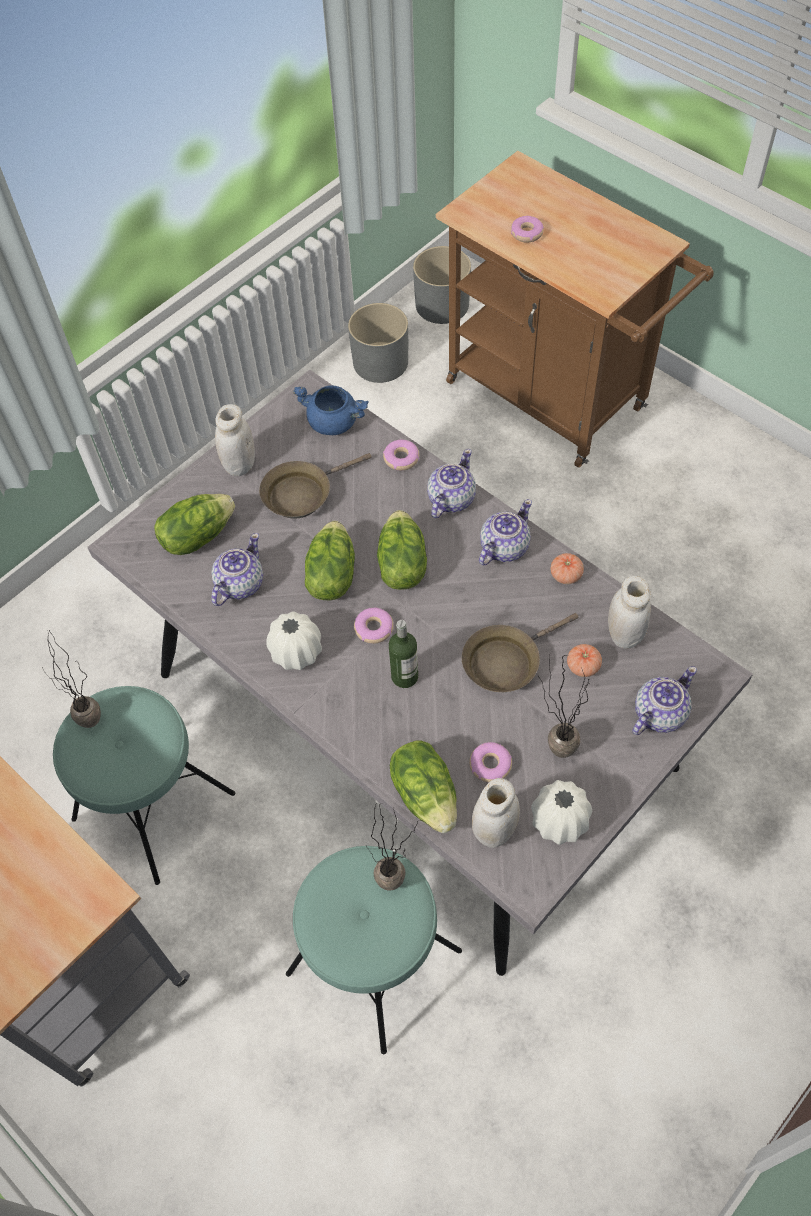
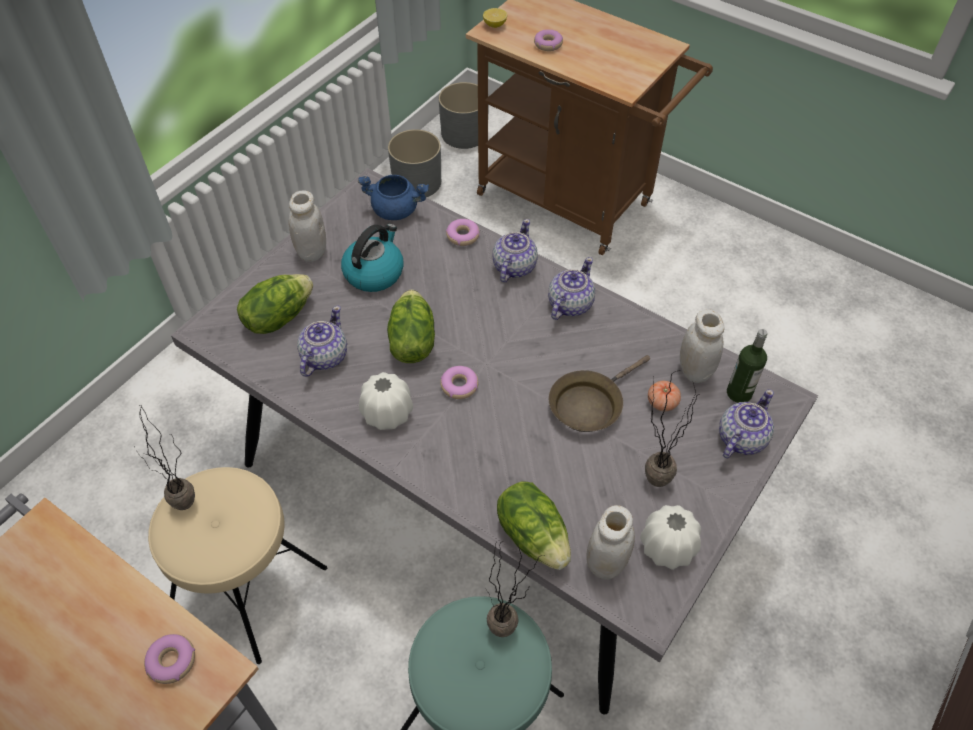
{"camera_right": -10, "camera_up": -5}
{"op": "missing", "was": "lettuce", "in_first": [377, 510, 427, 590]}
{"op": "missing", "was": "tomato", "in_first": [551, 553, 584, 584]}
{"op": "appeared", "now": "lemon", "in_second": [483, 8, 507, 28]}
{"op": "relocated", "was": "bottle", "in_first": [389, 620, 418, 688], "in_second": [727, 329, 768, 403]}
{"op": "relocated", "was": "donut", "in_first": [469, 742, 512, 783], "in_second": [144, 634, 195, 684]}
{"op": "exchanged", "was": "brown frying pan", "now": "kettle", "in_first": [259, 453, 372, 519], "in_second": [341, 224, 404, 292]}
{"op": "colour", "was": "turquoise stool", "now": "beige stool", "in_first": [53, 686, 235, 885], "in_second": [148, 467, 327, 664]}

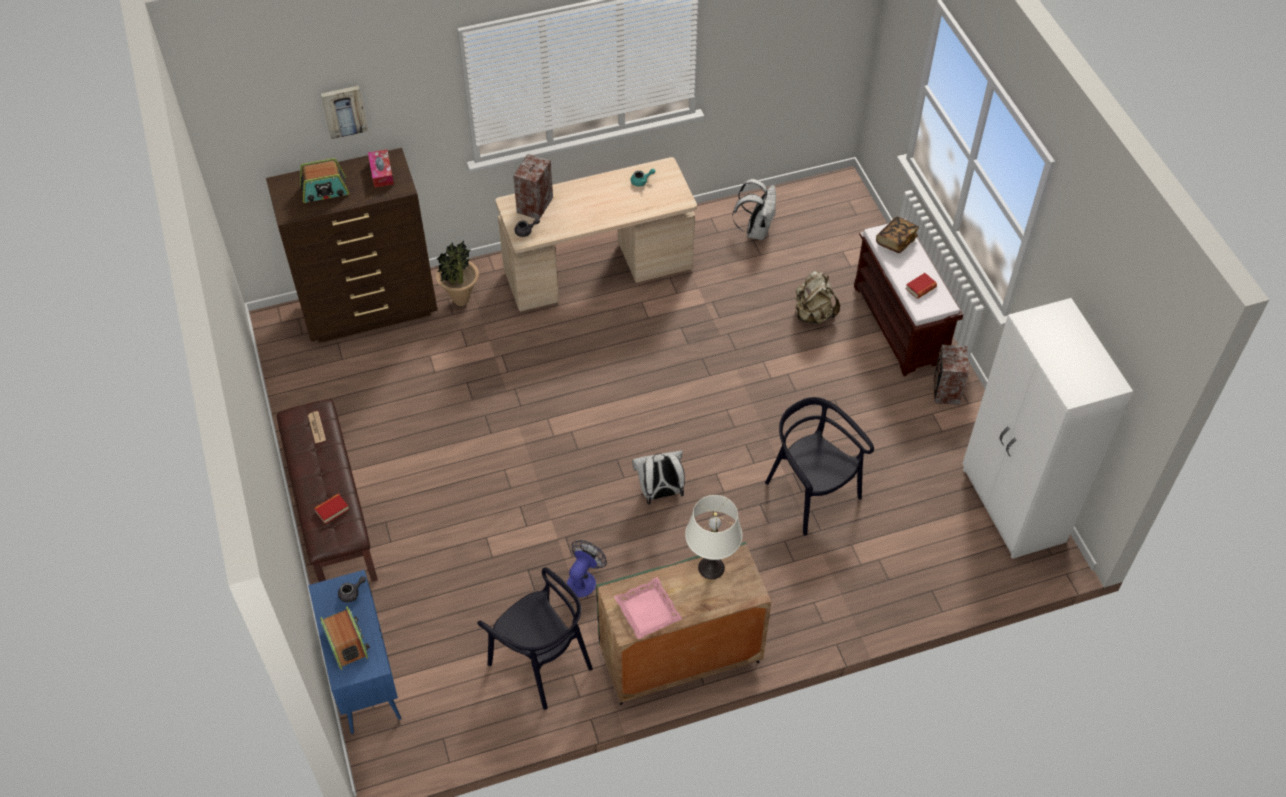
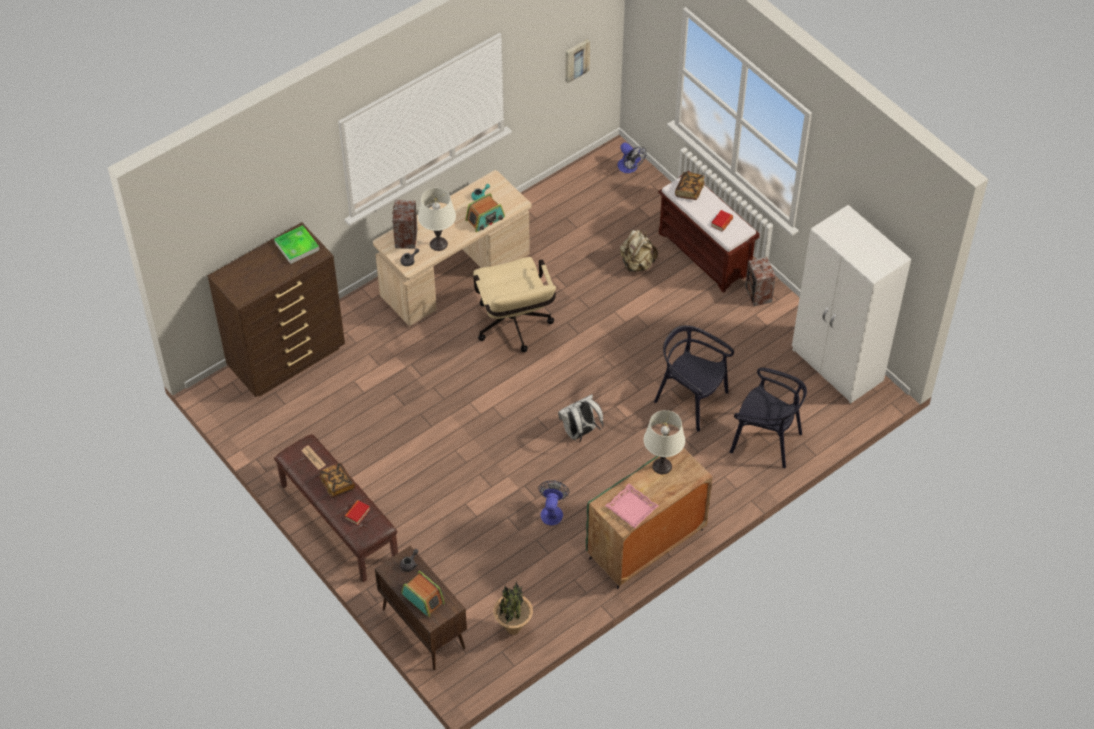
{"camera_right": -20, "camera_up": 0}
{"op": "missing", "was": "white backpack", "in_first": [732, 179, 776, 240]}
{"op": "appeared", "now": "book", "in_second": [320, 463, 355, 498]}
{"op": "appeared", "now": "white table lamp", "in_second": [418, 188, 456, 251]}
{"op": "appeared", "now": "beige office chair", "in_second": [473, 257, 556, 352]}
{"op": "appeared", "now": "fan", "in_second": [617, 142, 647, 173]}
{"op": "relocated", "was": "radio", "in_first": [300, 158, 349, 203], "in_second": [465, 193, 505, 232]}
{"op": "relocated", "was": "picture", "in_first": [321, 86, 368, 139], "in_second": [565, 39, 590, 83]}
{"op": "relocated", "was": "potted plant", "in_first": [436, 241, 479, 306], "in_second": [493, 581, 533, 635]}
{"op": "relocated", "was": "black chair", "in_first": [477, 567, 593, 710], "in_second": [730, 367, 807, 468]}
{"op": "exchanged", "was": "tissue box", "now": "tray", "in_first": [368, 149, 394, 188], "in_second": [274, 225, 319, 264]}
{"op": "colour", "was": "blue cabinet", "now": "brown cabinet", "in_first": [308, 570, 401, 734], "in_second": [375, 546, 467, 670]}

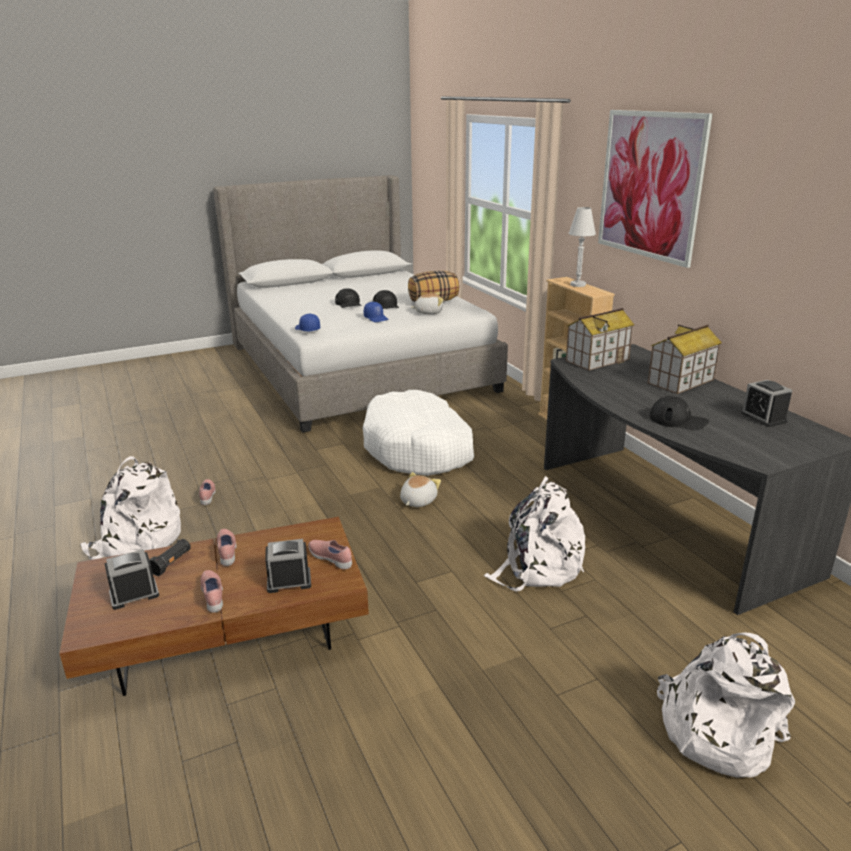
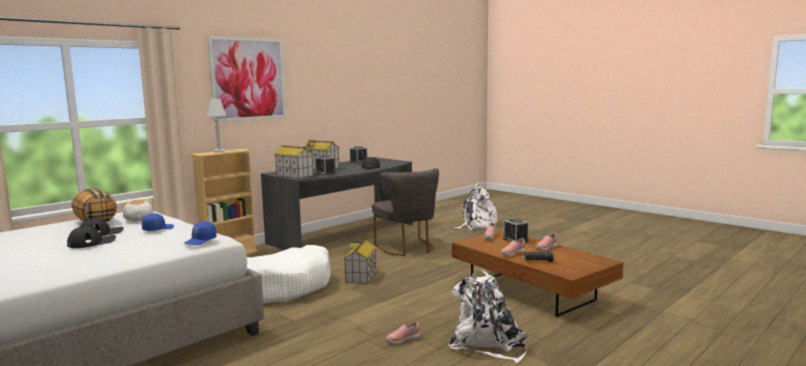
{"camera_right": -110, "camera_up": -15}
{"op": "relocated", "was": "alarm clock", "in_first": [105, 549, 159, 610], "in_second": [315, 155, 336, 175]}
{"op": "exchanged", "was": "plush toy", "now": "toy house", "in_first": [400, 472, 441, 507], "in_second": [344, 239, 377, 284]}
{"op": "exchanged", "was": "white backpack", "now": "grey chair", "in_first": [484, 476, 585, 592], "in_second": [372, 168, 439, 256]}

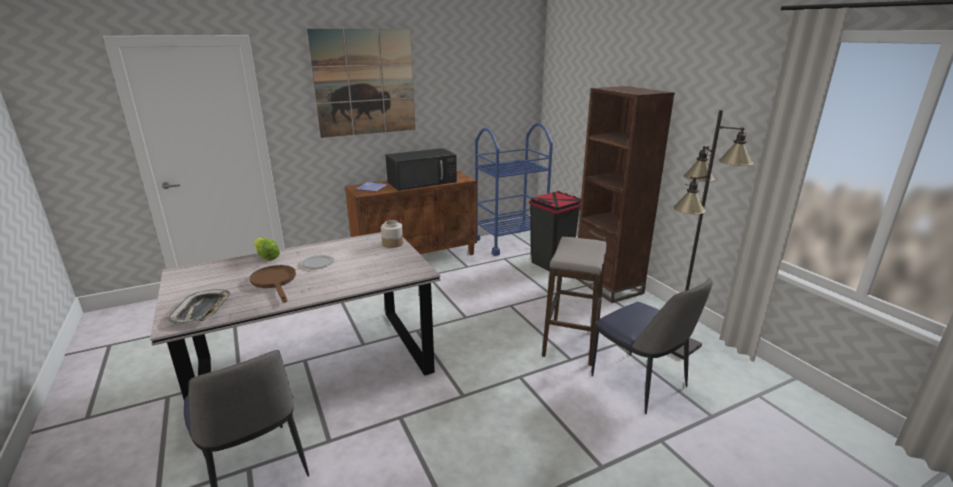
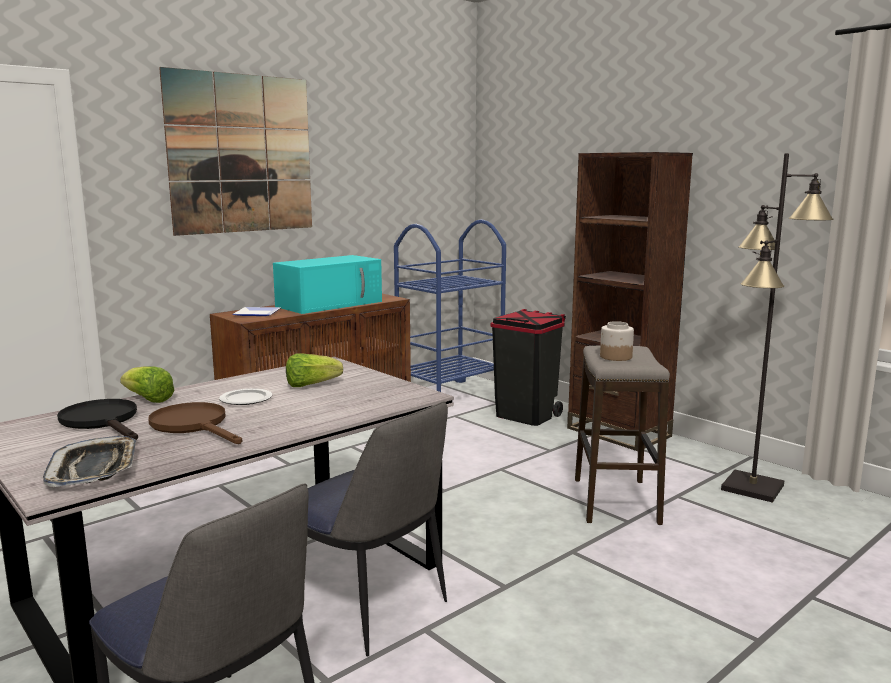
{"camera_right": -15, "camera_up": -10}
{"op": "appeared", "now": "black frying pan", "in_second": [57, 399, 138, 440]}
{"op": "appeared", "now": "lettuce", "in_second": [286, 353, 343, 387]}
{"op": "relocated", "was": "jar", "in_first": [381, 220, 403, 248], "in_second": [600, 321, 634, 361]}
{"op": "relocated", "was": "chair", "in_first": [591, 278, 713, 414], "in_second": [307, 401, 448, 657]}
{"op": "colour", "was": "black microwave", "now": "turquoise microwave", "in_first": [386, 148, 457, 191], "in_second": [273, 255, 382, 314]}

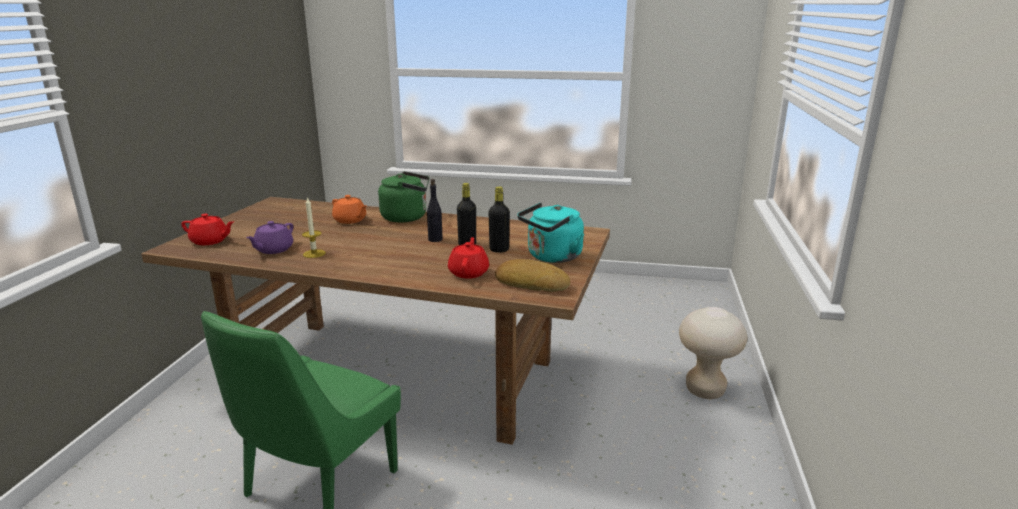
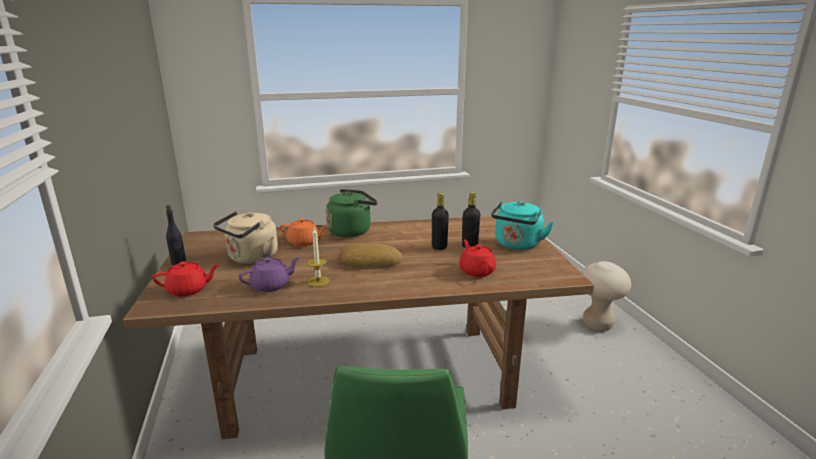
{"camera_right": -25, "camera_up": 0}
{"op": "appeared", "now": "beige kettle", "in_second": [213, 211, 278, 264]}
{"op": "relocated", "was": "black bottle", "in_first": [427, 179, 443, 242], "in_second": [166, 205, 186, 265]}
{"op": "relocated", "was": "bread", "in_first": [495, 259, 570, 292], "in_second": [338, 243, 403, 268]}
{"op": "spun", "was": "purple teapot", "in_first": [246, 221, 293, 254], "in_second": [239, 257, 301, 292], "clockwise": -120}

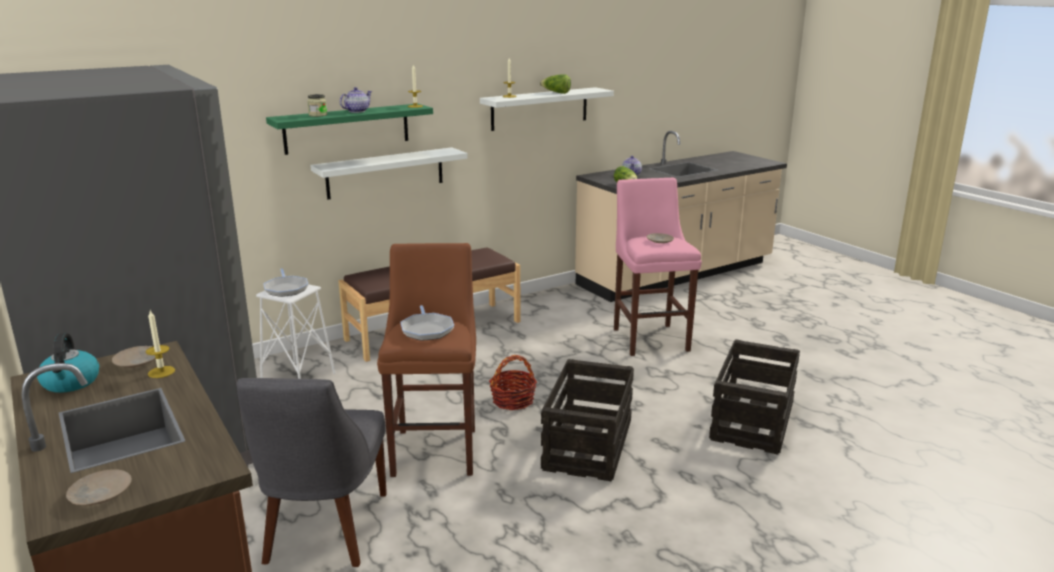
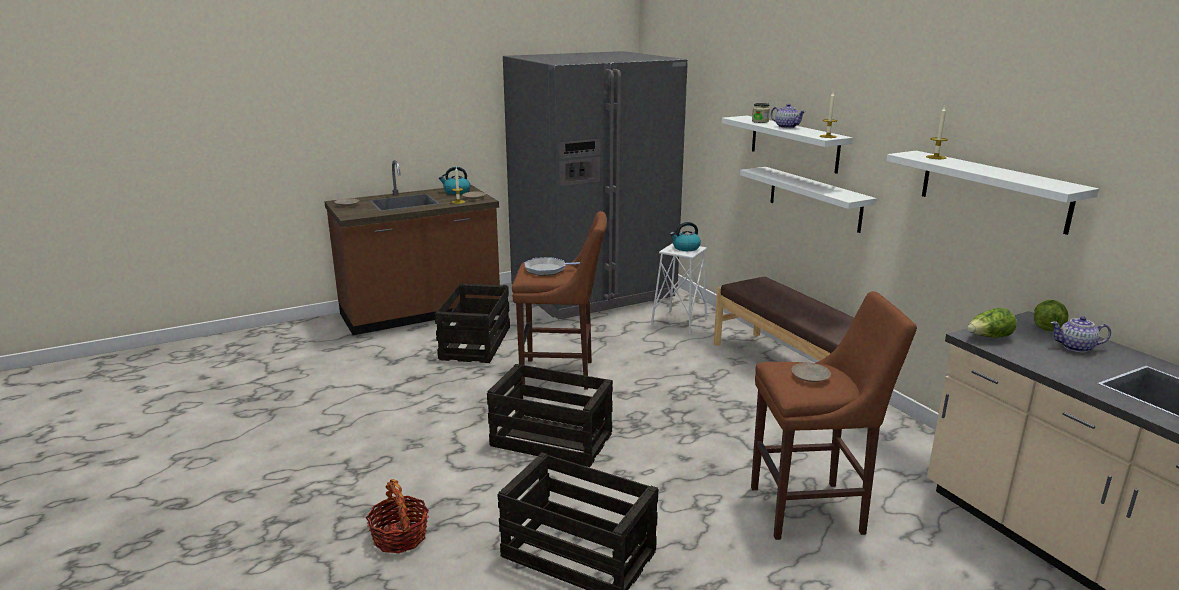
{"camera_right": 95, "camera_up": 0}
{"op": "relocated", "was": "basket", "in_first": [489, 355, 537, 410], "in_second": [366, 479, 429, 553]}
{"op": "relocated", "was": "lettuce", "in_first": [540, 74, 571, 94], "in_second": [1034, 300, 1069, 331]}
{"op": "exchanged", "was": "grey chair", "now": "crate", "in_first": [237, 378, 387, 567], "in_second": [435, 283, 510, 363]}
{"op": "exchanged", "was": "frying pan", "now": "kettle", "in_first": [263, 268, 308, 297], "in_second": [670, 222, 701, 251]}
{"op": "colour", "was": "green shelf", "now": "white shelf", "in_first": [266, 104, 433, 155], "in_second": [722, 116, 853, 174]}
{"op": "colour", "was": "pink stool", "now": "brown stool", "in_first": [614, 177, 702, 356], "in_second": [751, 291, 917, 540]}

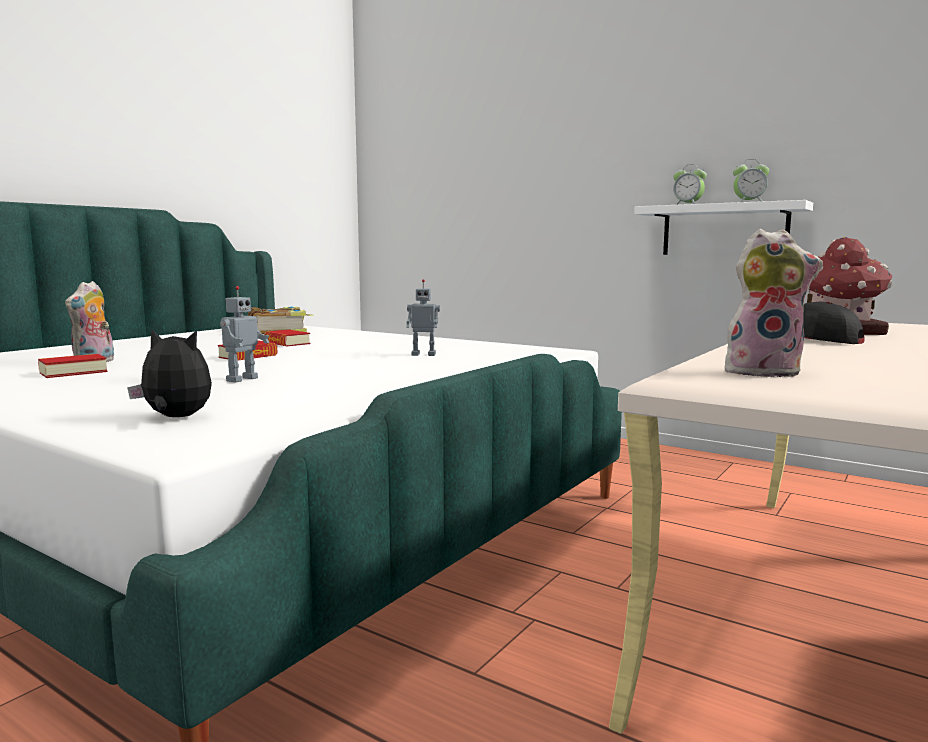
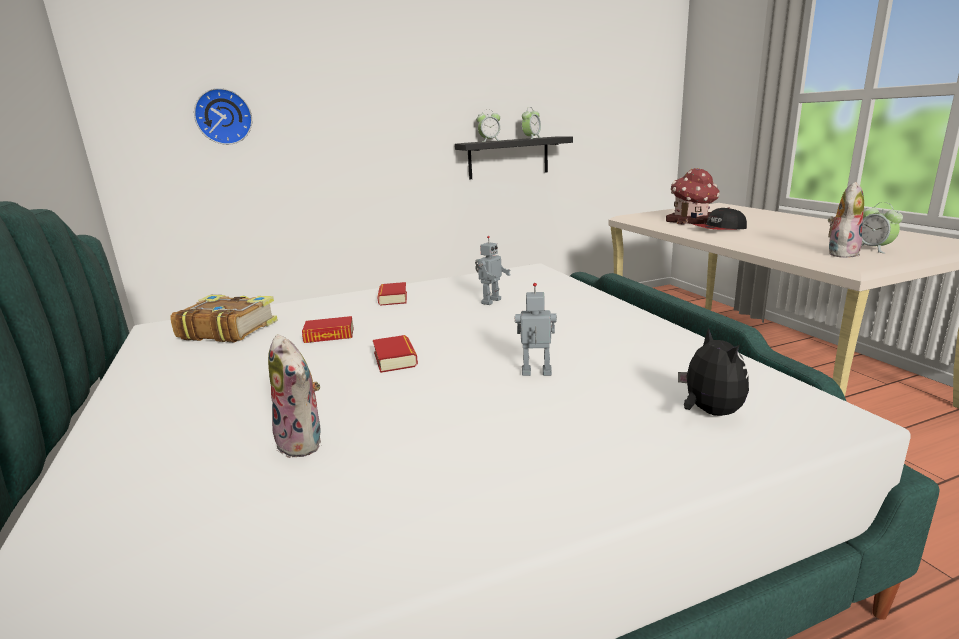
{"camera_right": -55, "camera_up": 10}
{"op": "appeared", "now": "wall clock", "in_second": [194, 88, 252, 145]}
{"op": "appeared", "now": "alarm clock", "in_second": [861, 202, 903, 253]}
{"op": "relocated", "was": "book", "in_first": [38, 354, 107, 378], "in_second": [377, 282, 407, 306]}
{"op": "colour", "was": "white shelf", "now": "black shelf", "in_first": [634, 200, 813, 255], "in_second": [455, 136, 573, 180]}
{"op": "spun", "was": "plush toy", "in_first": [127, 329, 212, 417], "in_second": [678, 328, 749, 416], "clockwise": 120}
{"op": "spun", "was": "toy robot", "in_first": [220, 286, 270, 383], "in_second": [515, 283, 557, 376], "clockwise": -60}

